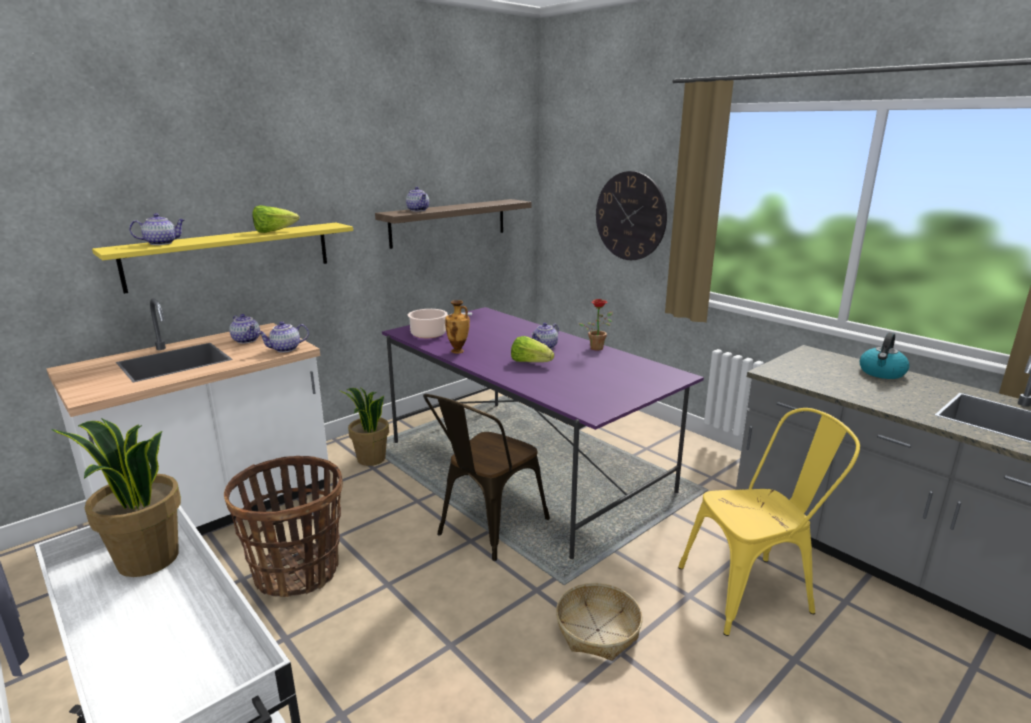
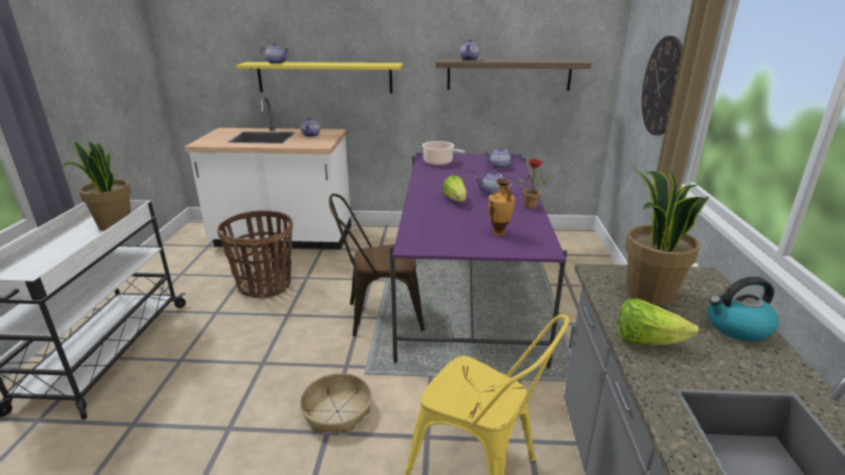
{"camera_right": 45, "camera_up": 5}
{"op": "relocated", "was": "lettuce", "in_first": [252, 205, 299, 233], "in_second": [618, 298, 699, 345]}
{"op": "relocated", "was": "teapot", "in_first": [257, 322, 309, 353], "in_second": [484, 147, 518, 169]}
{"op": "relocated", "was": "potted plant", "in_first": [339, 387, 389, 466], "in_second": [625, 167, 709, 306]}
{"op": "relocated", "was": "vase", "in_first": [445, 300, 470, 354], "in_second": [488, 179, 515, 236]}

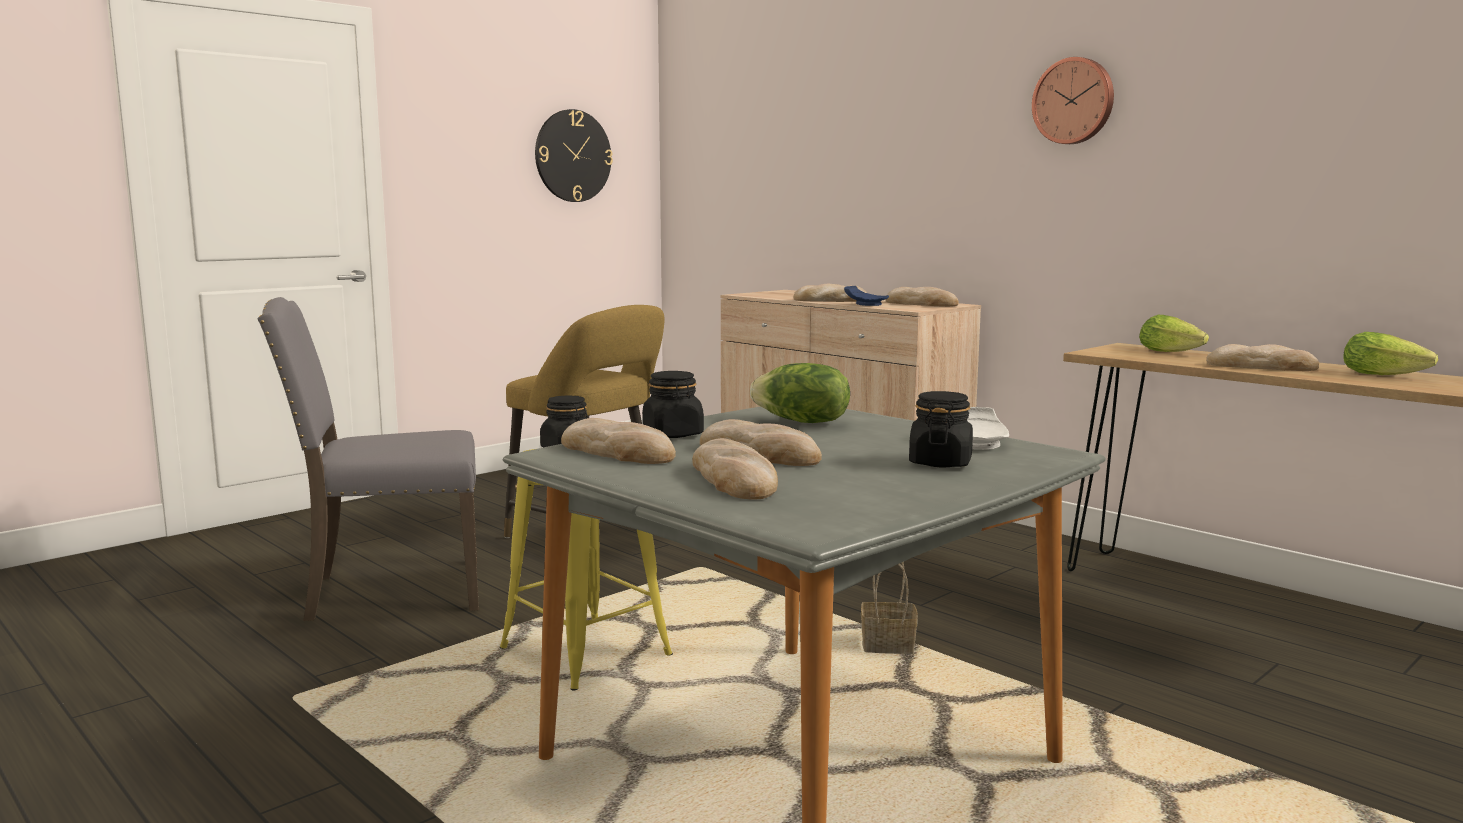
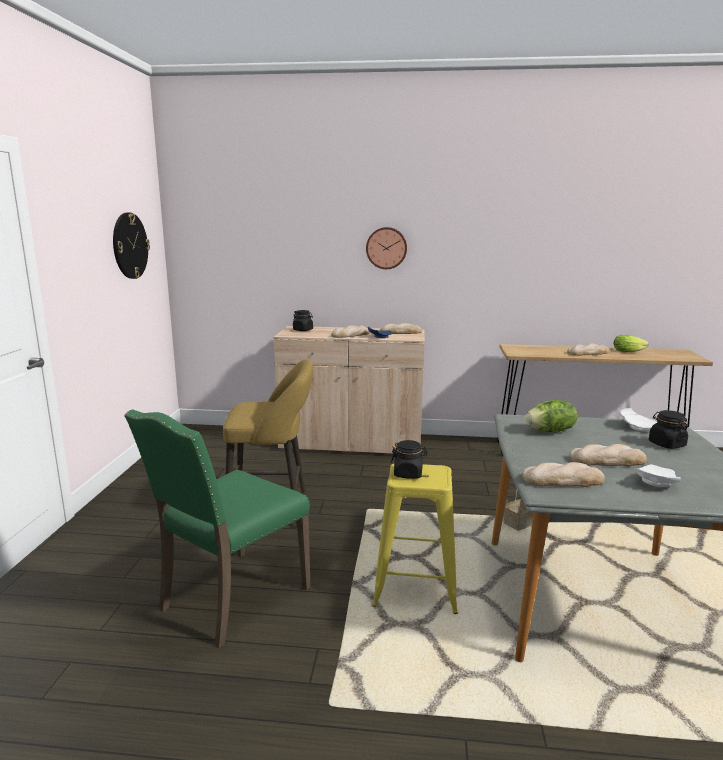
{"camera_right": -40, "camera_up": 5}
{"op": "missing", "was": "lettuce", "in_first": [1139, 315, 1209, 352]}
{"op": "relocated", "was": "black jar", "in_first": [643, 371, 704, 438], "in_second": [293, 310, 313, 331]}
{"op": "relocated", "was": "wall clock", "in_first": [1032, 57, 1114, 144], "in_second": [366, 227, 407, 269]}
{"op": "exchanged", "was": "bread", "now": "white plate", "in_first": [692, 438, 778, 499], "in_second": [635, 465, 681, 487]}
{"op": "colour", "was": "grey chair", "now": "green chair", "in_first": [258, 297, 479, 621], "in_second": [124, 409, 311, 648]}

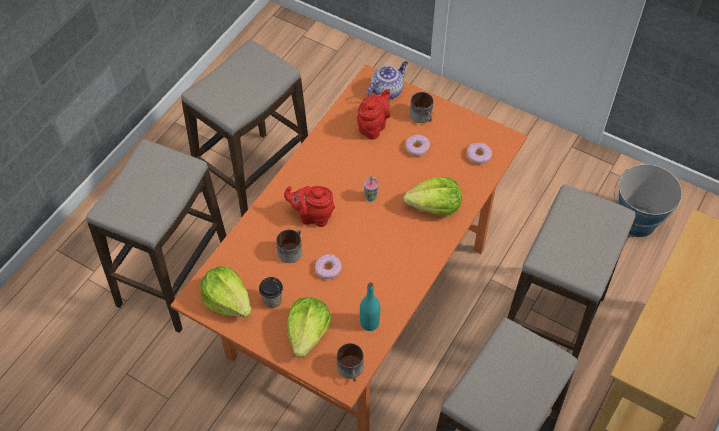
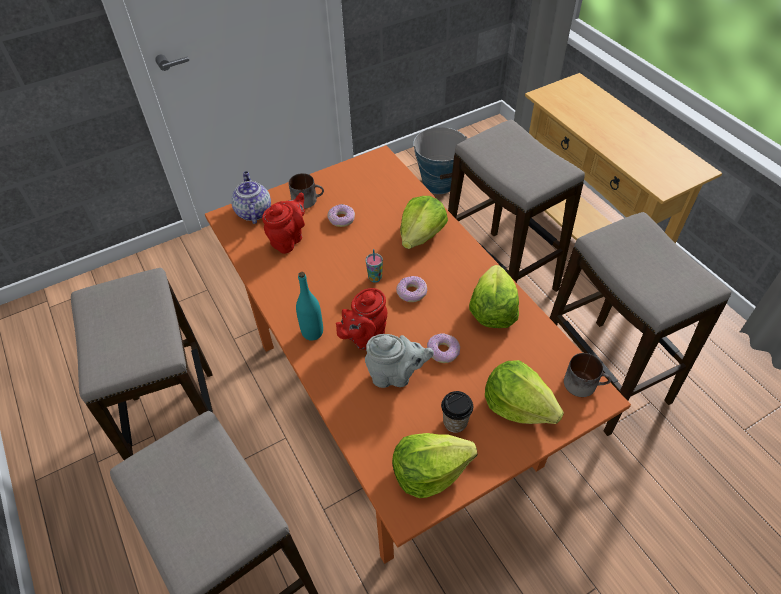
{"camera_right": -60, "camera_up": -5}
{"op": "appeared", "now": "lettuce", "in_second": [469, 265, 519, 328]}
{"op": "relocated", "was": "turquoise bottle", "in_first": [360, 282, 380, 331], "in_second": [296, 272, 323, 341]}
{"op": "relocated", "was": "donut", "in_first": [466, 143, 492, 164], "in_second": [396, 276, 427, 302]}
{"op": "exchanged", "was": "mug", "now": "grey teapot", "in_first": [276, 230, 302, 263], "in_second": [365, 334, 434, 388]}
{"op": "spun", "was": "red teapot", "in_first": [357, 89, 391, 140], "in_second": [262, 193, 305, 254], "clockwise": 60}

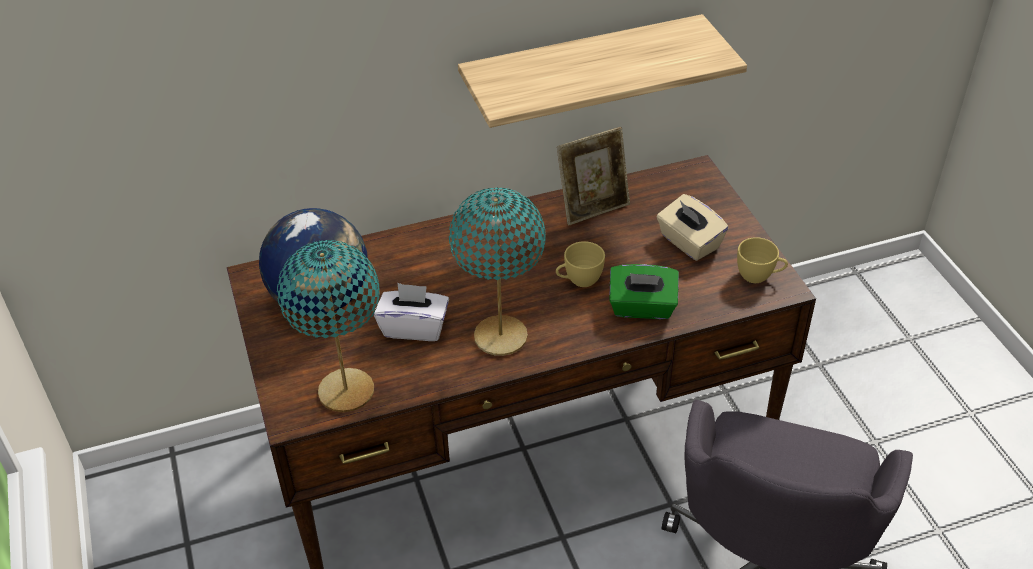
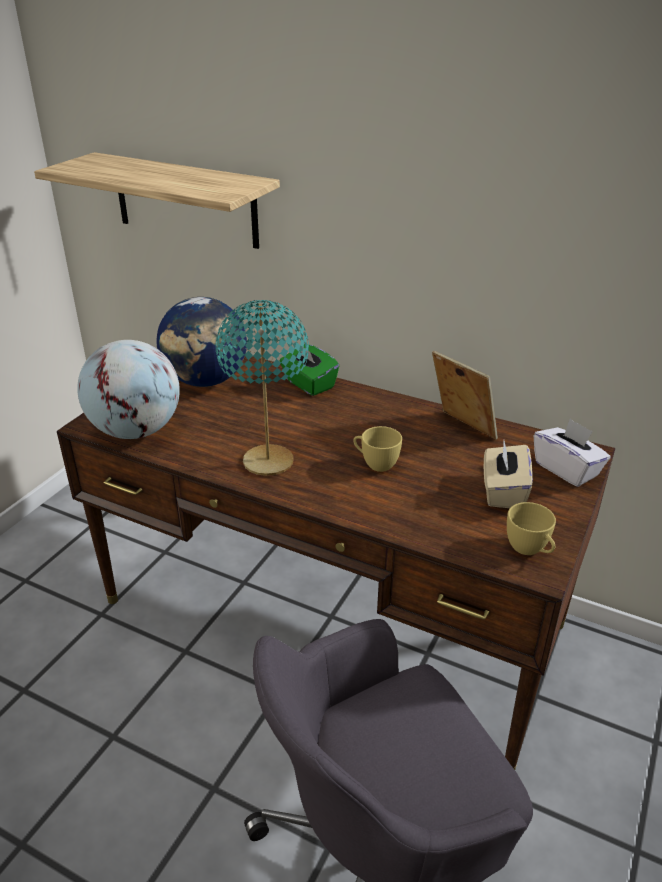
{"camera_right": 45, "camera_up": -10}
{"op": "relocated", "was": "white tissue box", "in_first": [374, 283, 449, 341], "in_second": [534, 418, 610, 487]}
{"op": "relocated", "was": "shelf", "in_first": [458, 14, 747, 128], "in_second": [34, 152, 280, 249]}
{"op": "relocated", "was": "green tissue box", "in_first": [609, 264, 679, 319], "in_second": [280, 344, 339, 396]}
{"op": "exchanged", "was": "turquoise table lamp", "now": "globe", "in_first": [277, 240, 380, 412], "in_second": [77, 340, 180, 439]}
{"op": "spun", "was": "picture frame", "in_first": [557, 127, 630, 225], "in_second": [432, 351, 498, 439], "clockwise": -150}

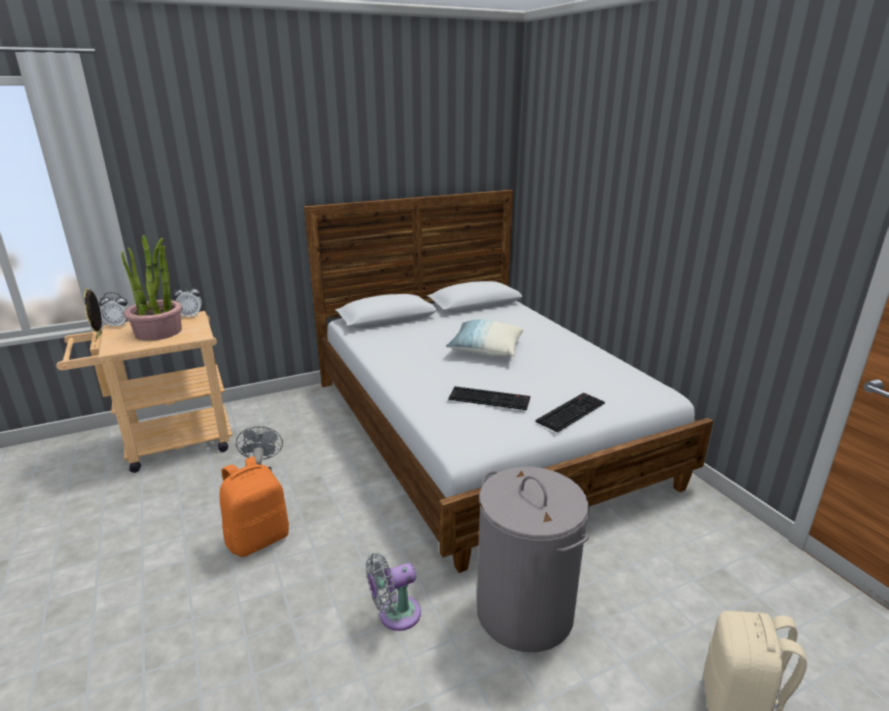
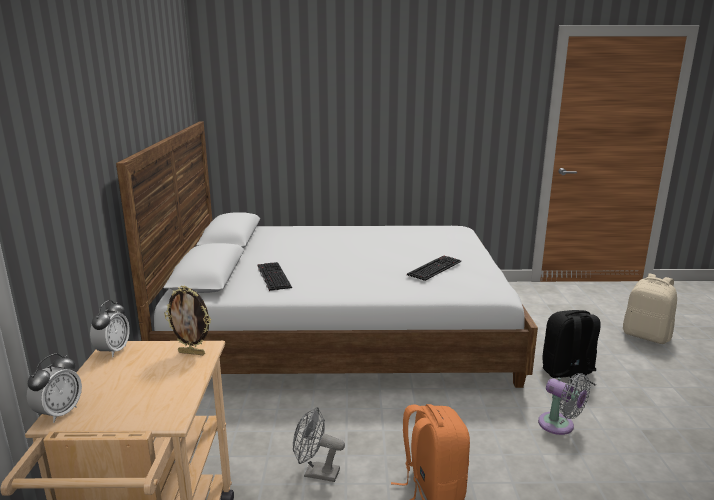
{"camera_right": -65, "camera_up": -5}
{"op": "missing", "was": "potted plant", "in_first": [121, 235, 182, 341]}
{"op": "missing", "was": "pillow", "in_first": [446, 320, 524, 357]}
{"op": "relocated", "was": "picture frame", "in_first": [84, 288, 102, 339], "in_second": [164, 285, 211, 355]}
{"op": "relocated", "was": "keyboard", "in_first": [536, 393, 605, 433], "in_second": [257, 262, 292, 291]}
{"op": "exchanged", "was": "grey laundry basket", "now": "black backpack", "in_first": [477, 467, 589, 652], "in_second": [543, 310, 600, 385]}
{"op": "spun", "was": "grey fan", "in_first": [366, 553, 421, 631], "in_second": [538, 373, 591, 435], "clockwise": -45}

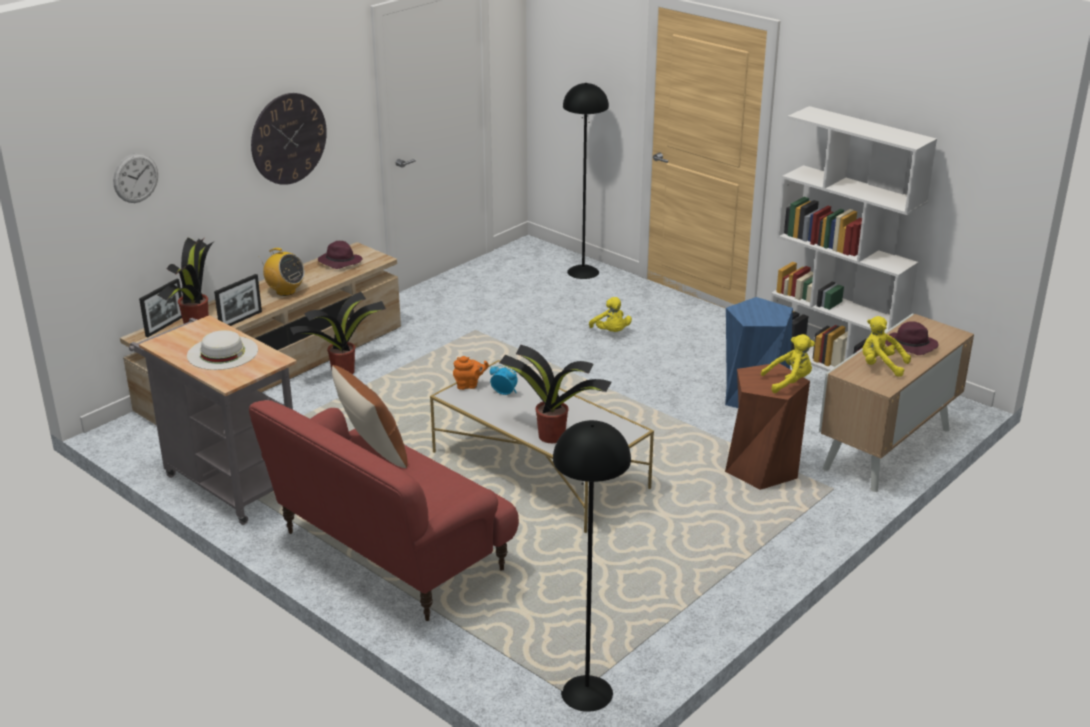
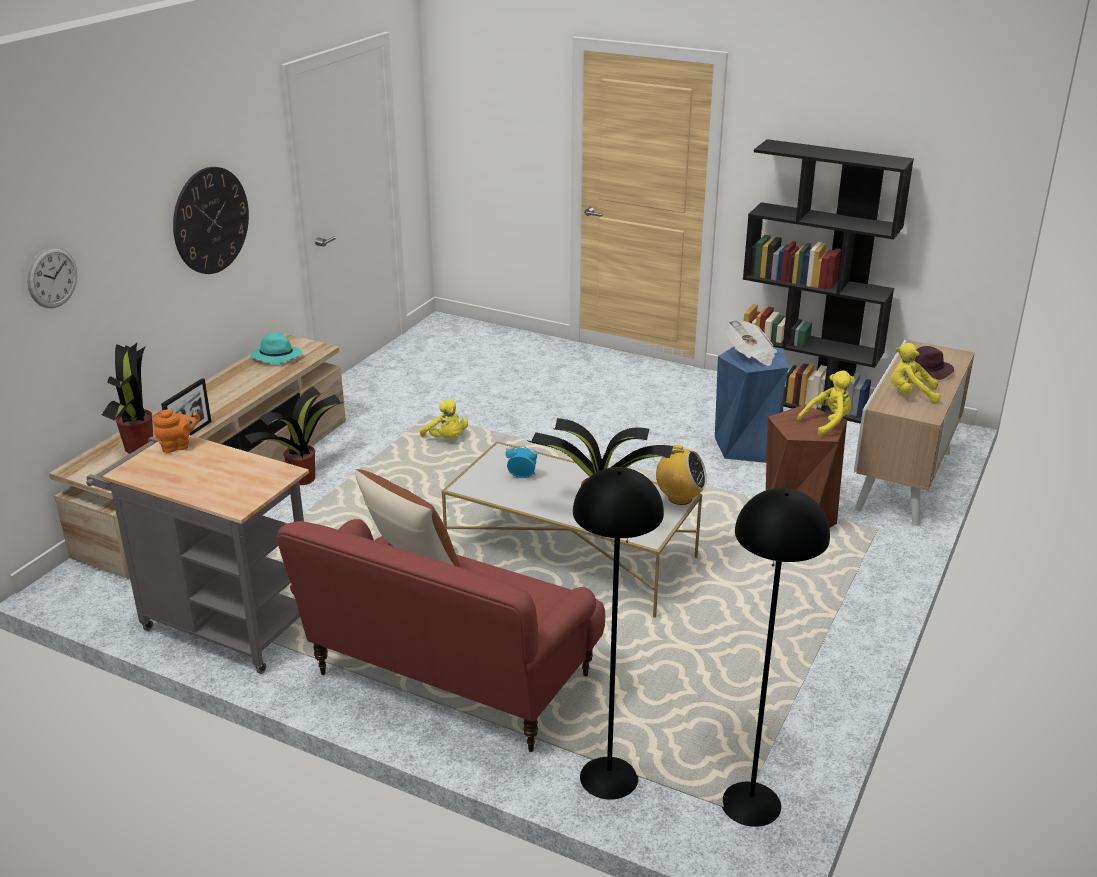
{"camera_right": -15, "camera_up": 0}
{"op": "missing", "was": "picture frame", "in_first": [139, 279, 182, 337]}
{"op": "missing", "was": "white hat", "in_first": [187, 330, 258, 370]}
{"op": "appeared", "now": "newspaper", "in_second": [726, 319, 777, 366]}
{"op": "relocated", "was": "radio", "in_first": [262, 248, 305, 296], "in_second": [654, 445, 707, 505]}
{"op": "relocated", "was": "orange teapot", "in_first": [453, 356, 489, 390], "in_second": [153, 410, 200, 453]}
{"op": "relocated", "was": "black floor lamp", "in_first": [563, 83, 609, 279], "in_second": [573, 467, 664, 800]}
{"op": "relocated", "was": "yellow plush toy", "in_first": [589, 297, 632, 332], "in_second": [420, 399, 468, 438]}
{"op": "colour", "was": "purple hat", "now": "turquoise hat", "in_first": [318, 241, 363, 269], "in_second": [251, 333, 302, 365]}
{"op": "colour", "was": "white bookcase", "now": "black bookcase", "in_first": [771, 106, 937, 371], "in_second": [743, 139, 914, 424]}

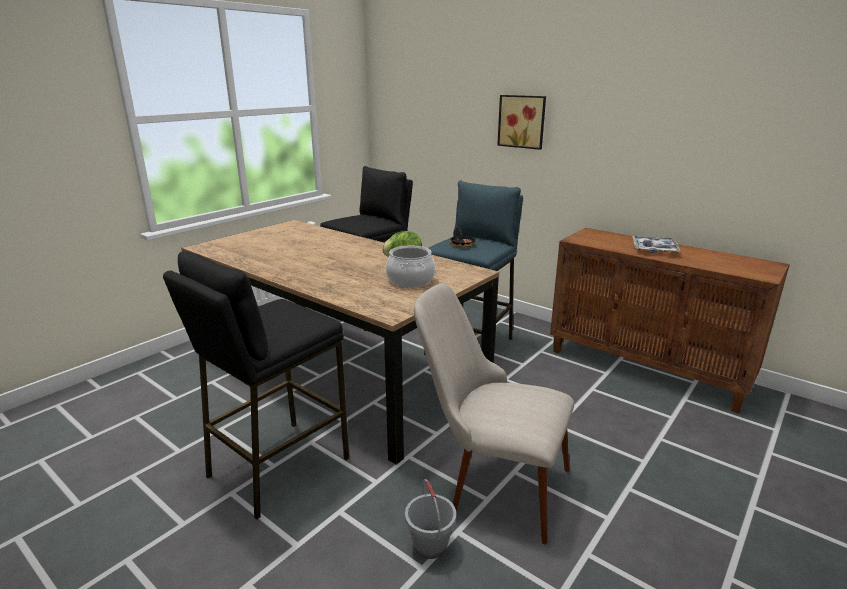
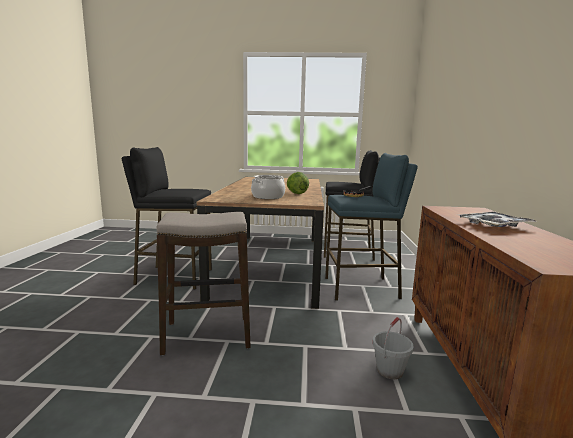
{"camera_right": 55, "camera_up": -10}
{"op": "missing", "was": "picture", "in_first": [497, 95, 546, 150]}
{"op": "relocated", "was": "grey bucket", "in_first": [405, 479, 456, 559], "in_second": [373, 317, 414, 379]}
{"op": "exchanged", "was": "beige chair", "now": "stool", "in_first": [414, 284, 574, 544], "in_second": [156, 212, 251, 355]}

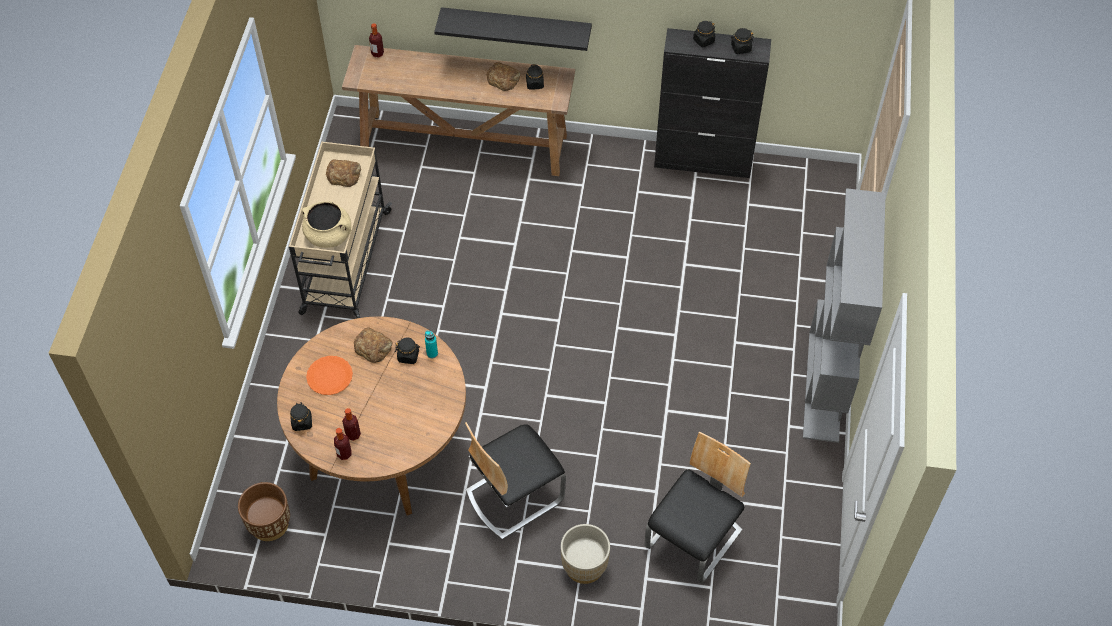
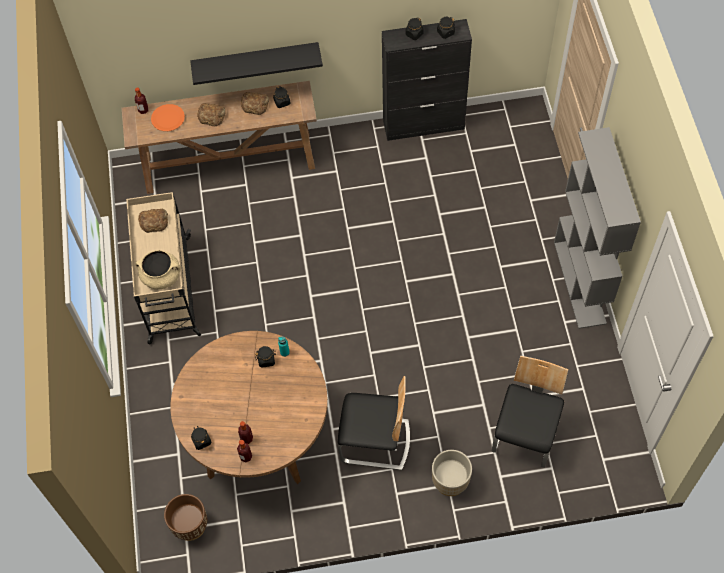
{"camera_right": -15, "camera_up": 5}
{"op": "relocated", "was": "orange plate", "in_first": [306, 356, 353, 395], "in_second": [151, 104, 185, 131]}
{"op": "relocated", "was": "bread", "in_first": [354, 327, 392, 363], "in_second": [197, 103, 226, 127]}
{"op": "spun", "was": "chair", "in_first": [465, 422, 566, 540], "in_second": [338, 376, 410, 470], "clockwise": -120}

